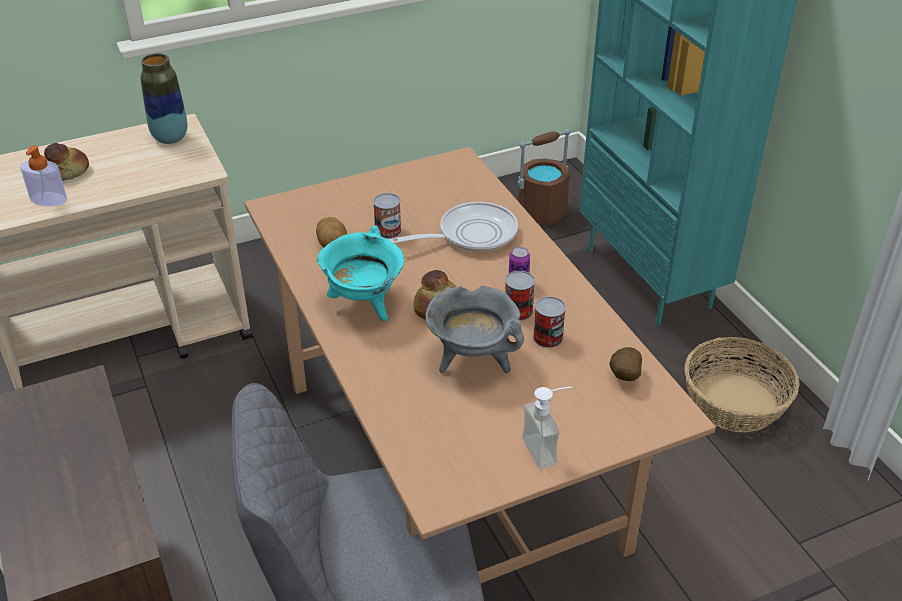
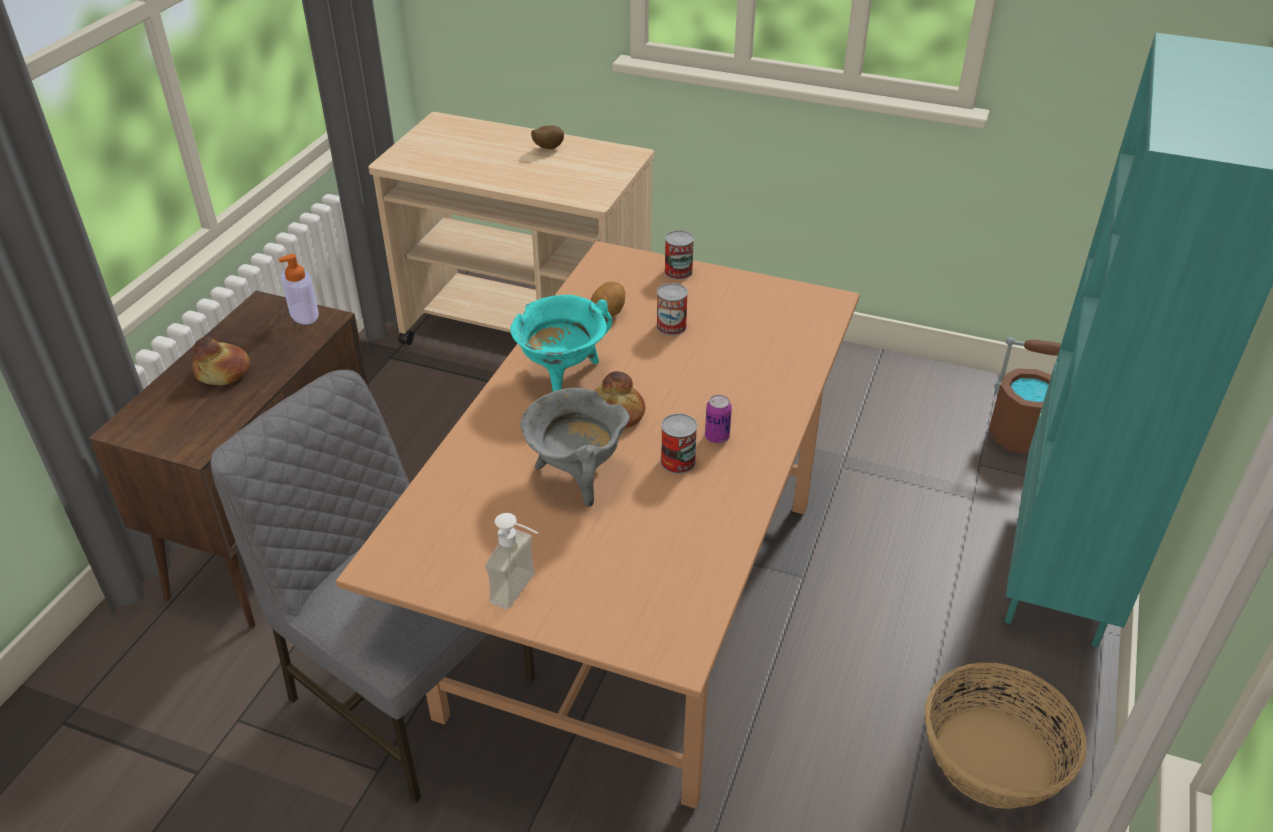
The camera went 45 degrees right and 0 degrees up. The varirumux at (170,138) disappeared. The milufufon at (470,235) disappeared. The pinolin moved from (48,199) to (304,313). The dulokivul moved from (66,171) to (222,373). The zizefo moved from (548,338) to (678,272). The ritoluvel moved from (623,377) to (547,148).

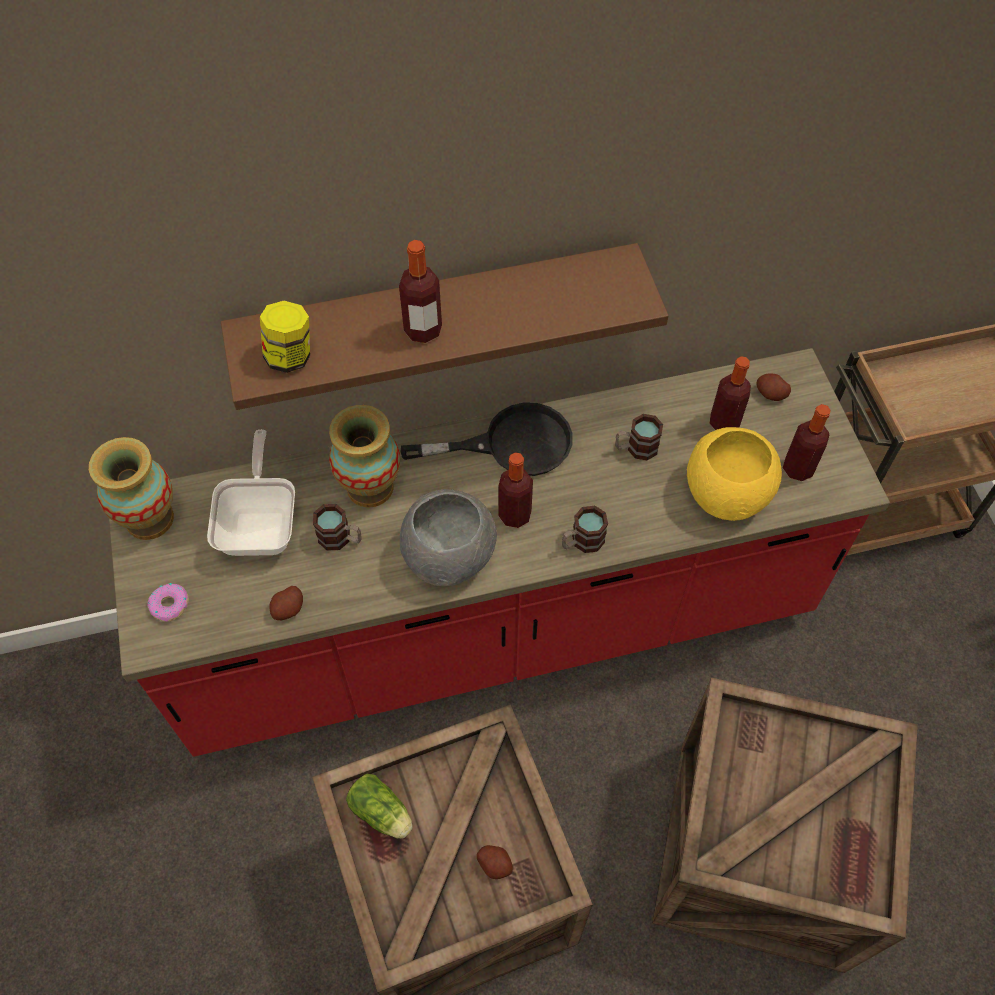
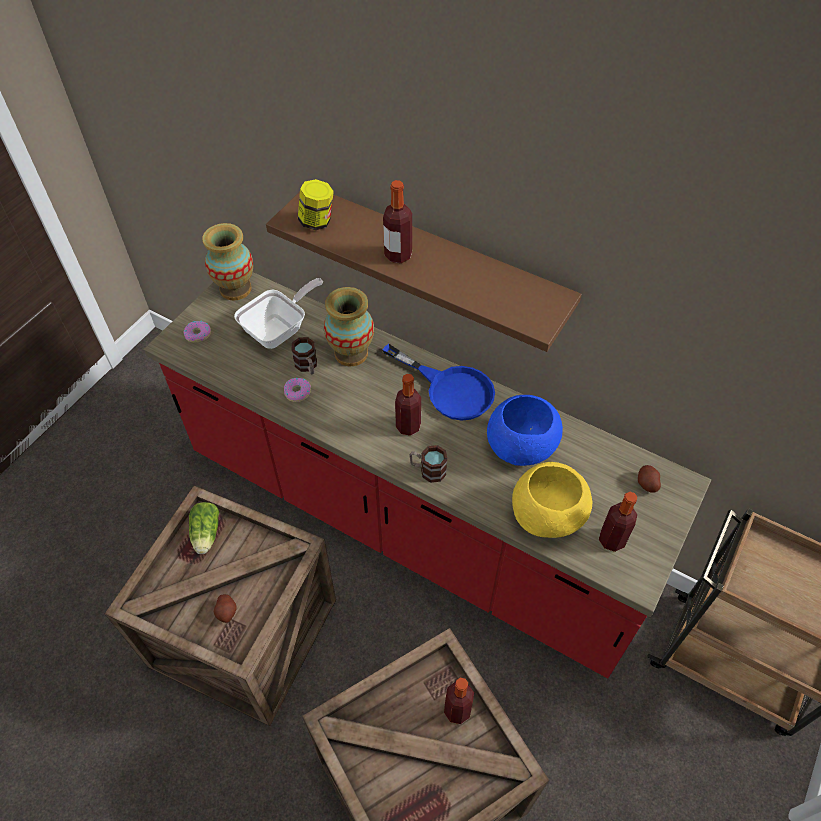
The camera went 45 degrees right and 5 degrees down. The ritoluvel at (288,609) disappeared. The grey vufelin at (450,554) disappeared. The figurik at (297,392) appeared. The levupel moved from (724,422) to (457,710). The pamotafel at (636,448) was replaced by the blue vufelin at (520,447). The black milufufon at (511,444) became the blue milufufon at (450,389).

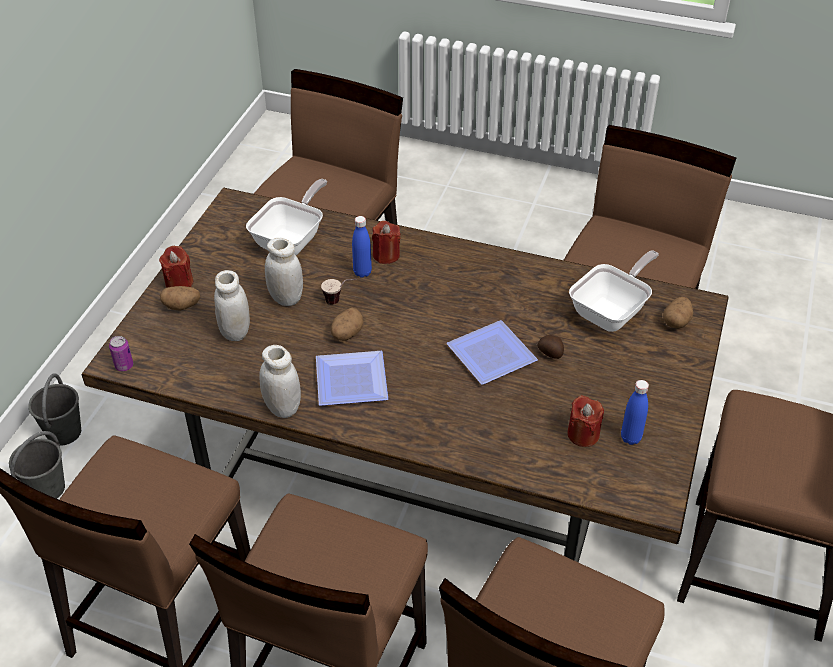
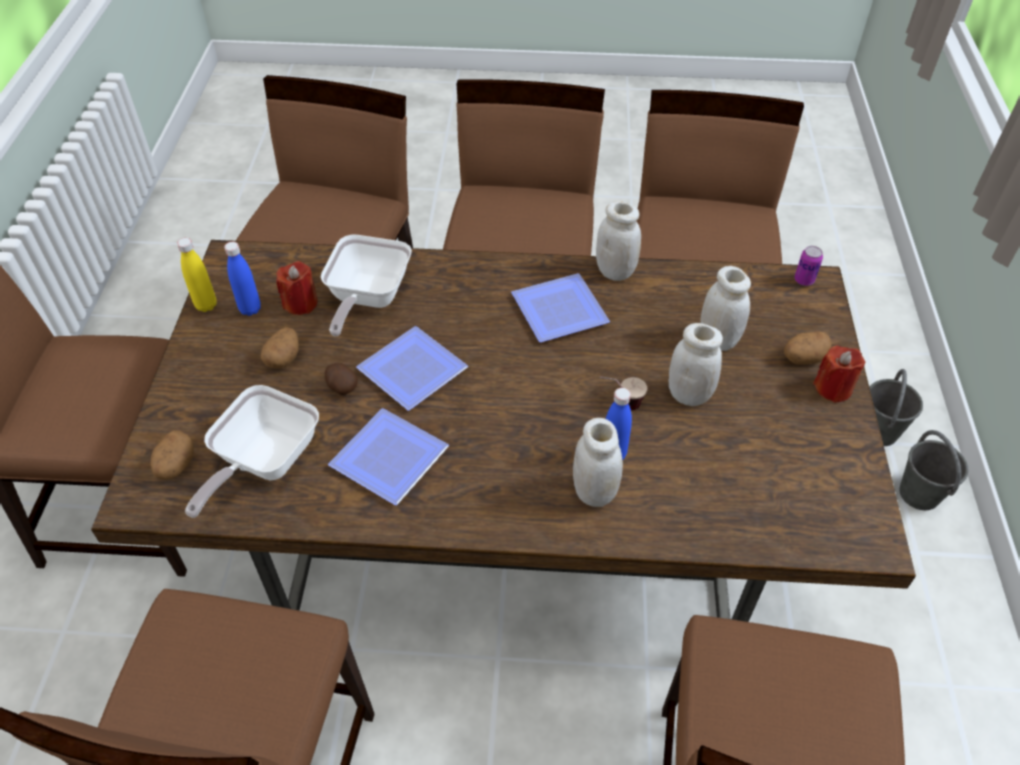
The camera went 165 degrees right and 5 degrees up. The yellow levupel at (206,305) appeared. The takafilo at (390,462) appeared. The milufufon moved from (292,240) to (367,299). The ritoluvel moved from (346,334) to (283,358). The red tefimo at (386,255) was replaced by the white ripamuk at (594,491).

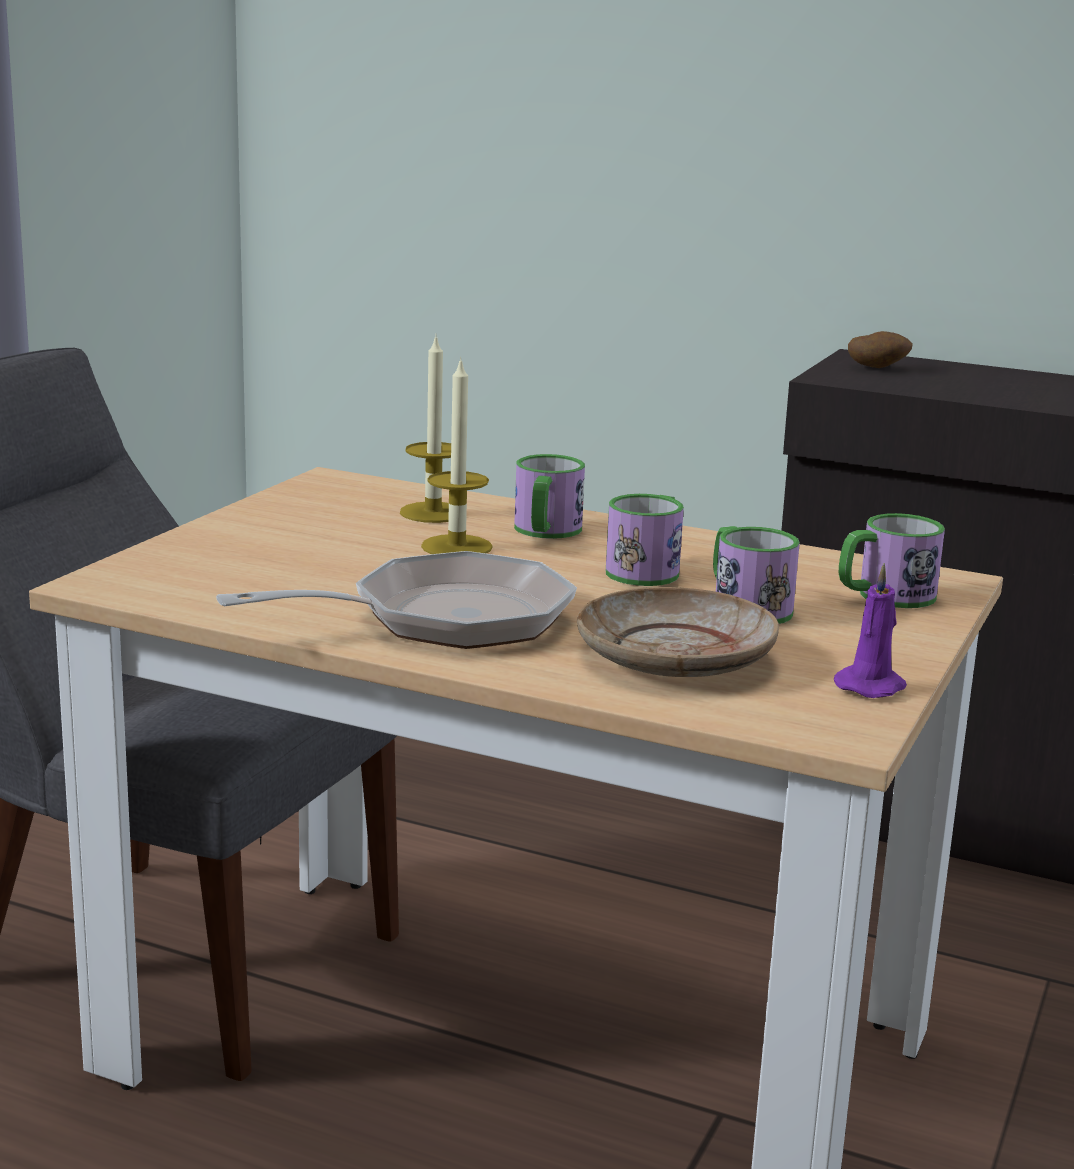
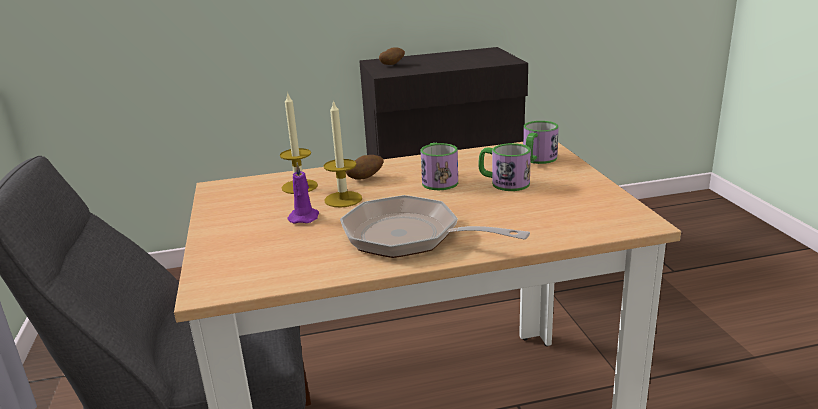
The camera went 35 degrees left and 5 degrees up. The beige takafilo at (676,657) disappeared. The purple tefimo moved from (872,686) to (304,217). The pamotafel at (545,532) was replaced by the ritoluvel at (365,178). The milufufon at (444,620) turned 90 degrees counterclockwise.

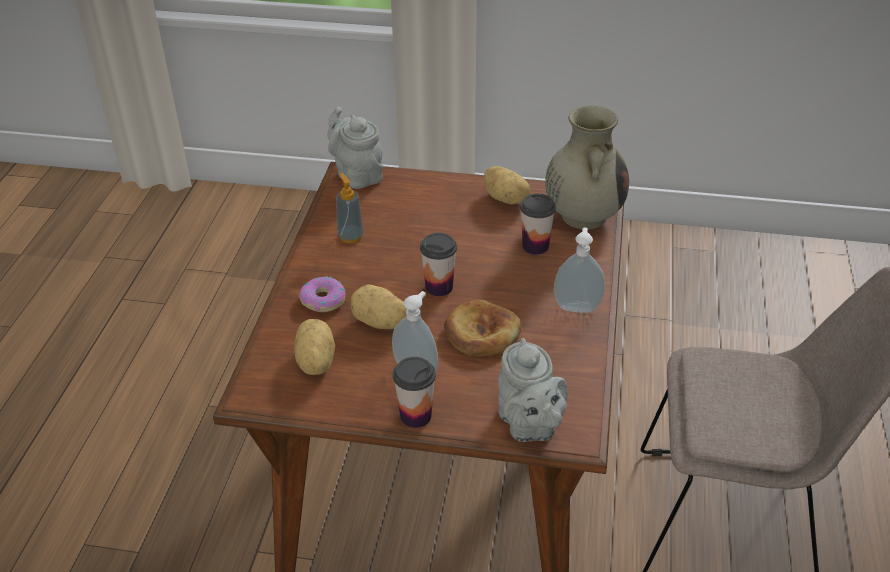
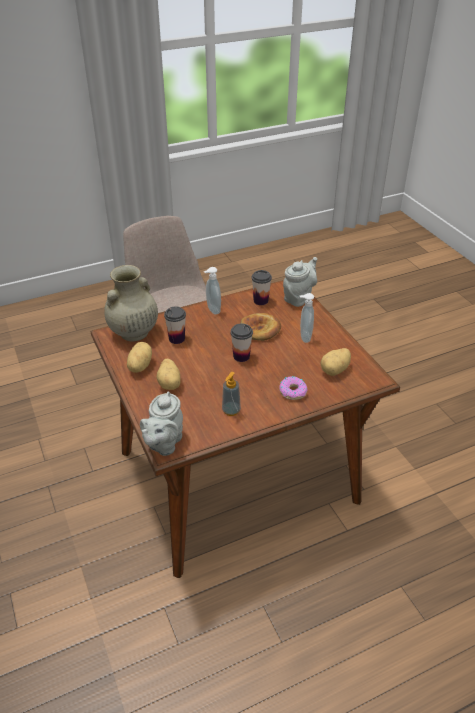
The camera went 125 degrees left and 0 degrees up. The ritoluvel moved from (380,323) to (170,383). The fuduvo moved from (415,416) to (260,301).

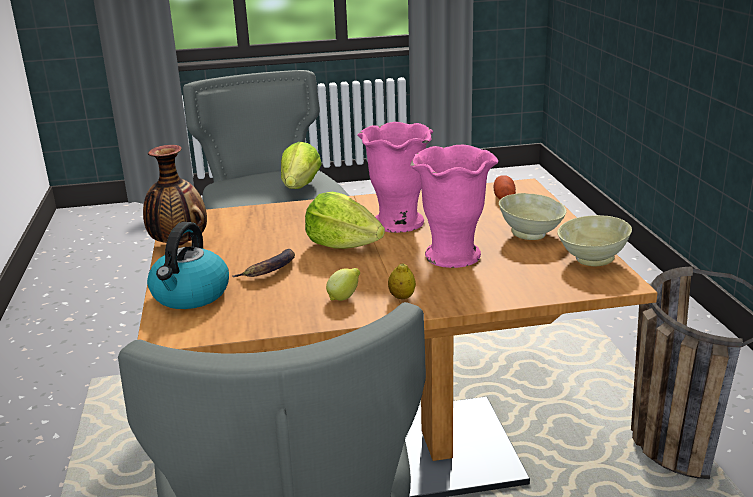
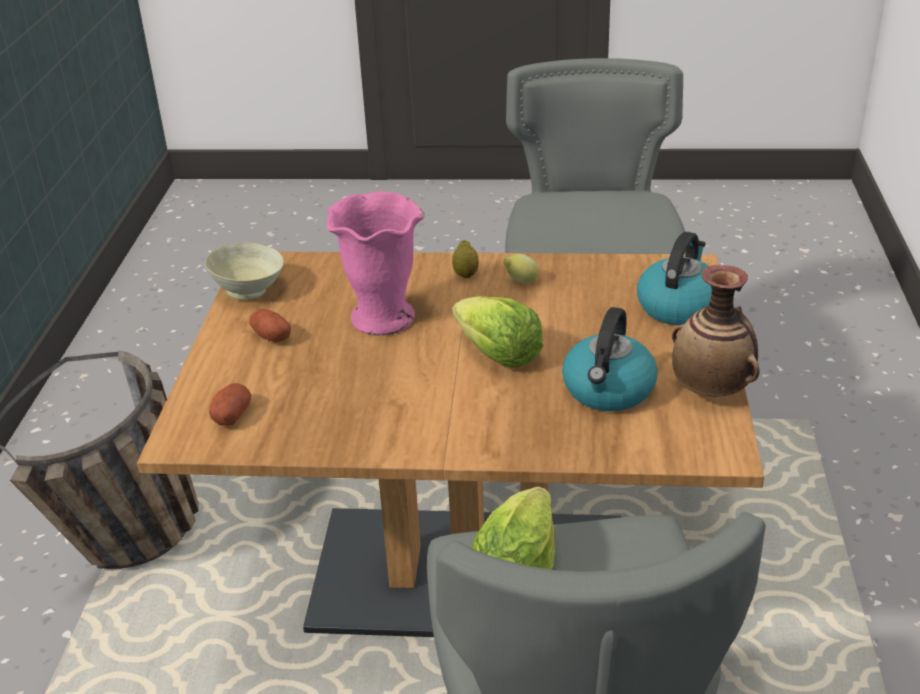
The camera went 165 degrees left and 10 degrees up. The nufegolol at (270,270) disappeared. The pink varirumux at (397,223) disappeared. The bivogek at (608,391) appeared. The beige vufelin at (531,235) was replaced by the ritoluvel at (271,336).

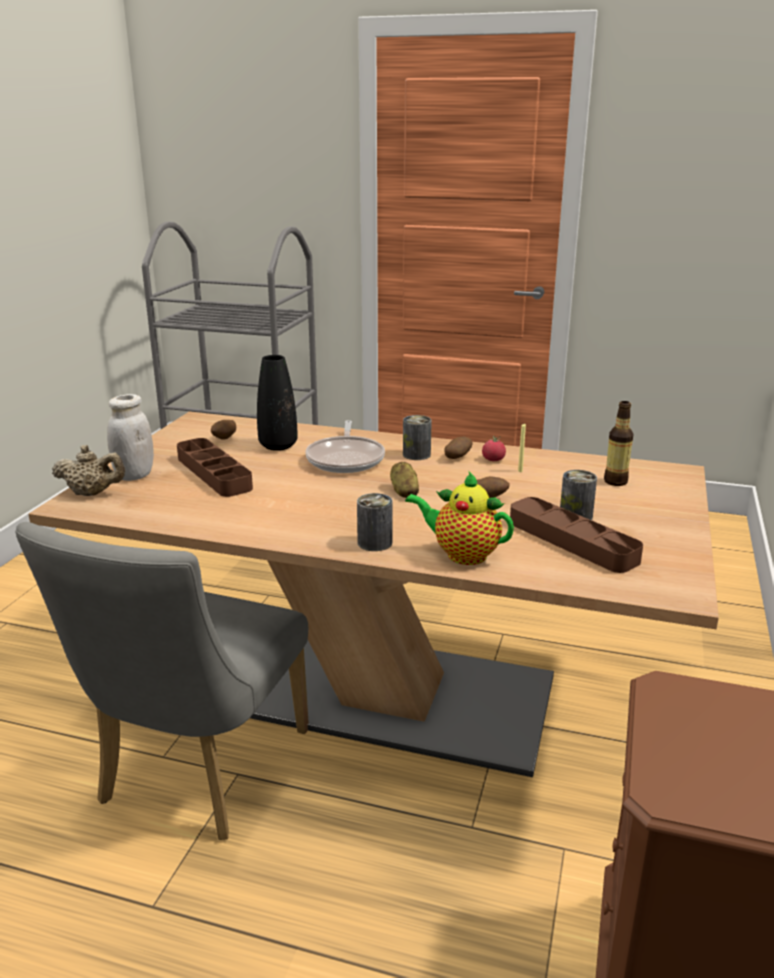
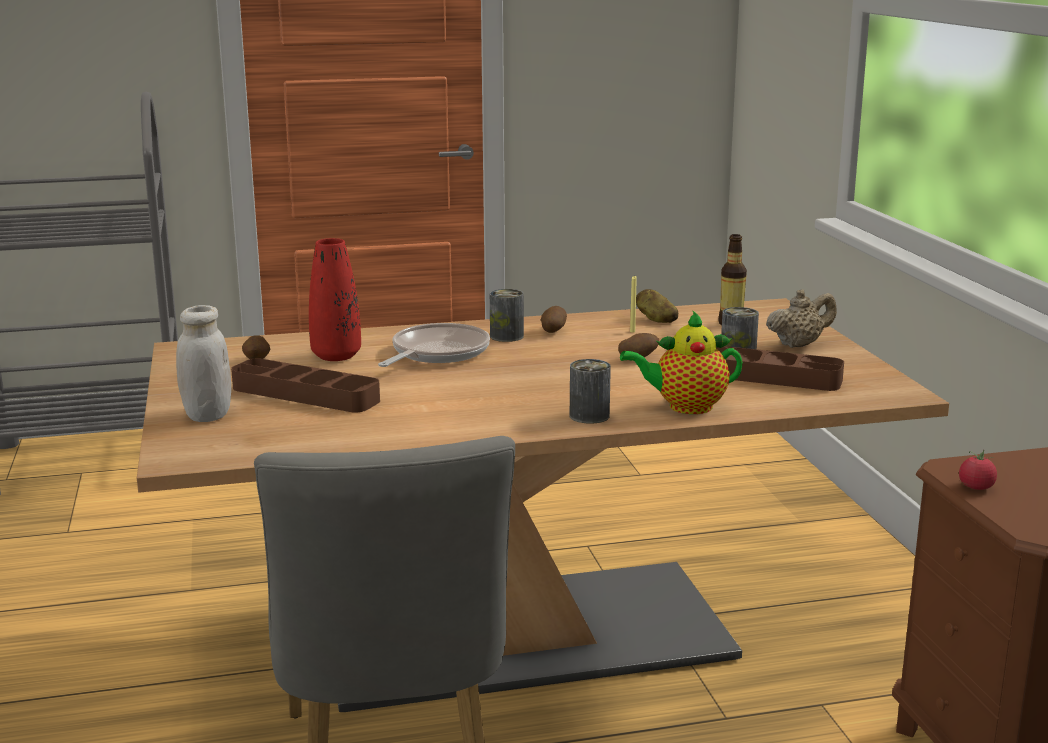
The camera went 30 degrees left and 5 degrees down. The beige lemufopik moved from (92,493) to (799,344). The ritoluvel moved from (404,492) to (655,319). The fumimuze moved from (493,460) to (976,487). The black varirumux at (278,446) became the red varirumux at (336,356). The milufufon at (346,459) turned 120 degrees counterclockwise.

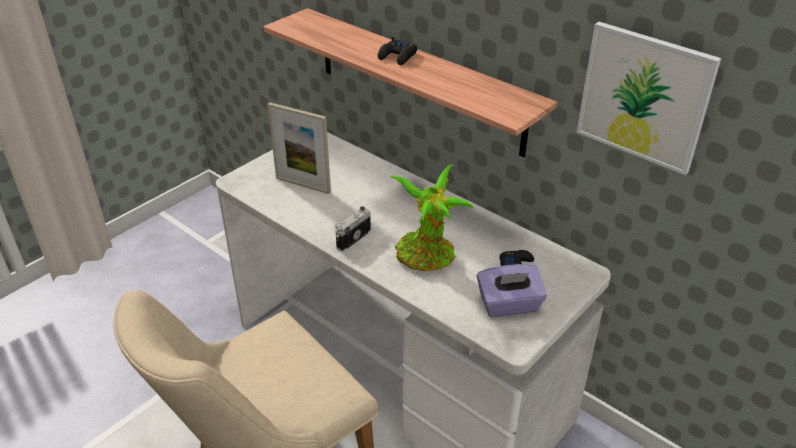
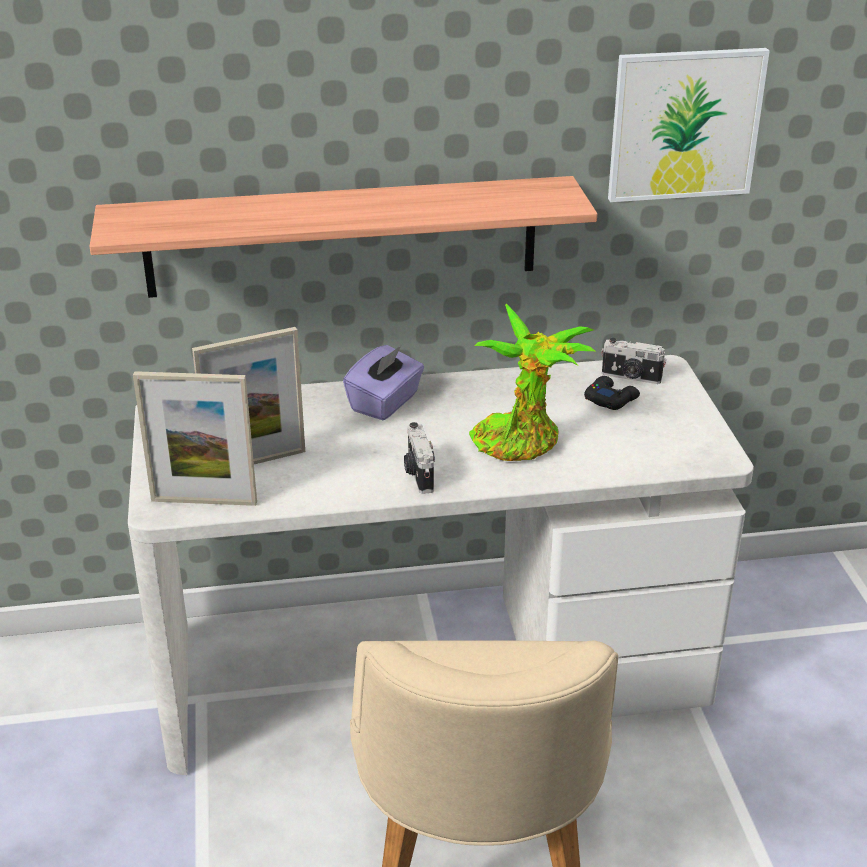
The camera went 50 degrees left and 5 degrees down. The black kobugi at (398,57) disappeared. The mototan at (204,501) appeared. The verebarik at (631,377) appeared. The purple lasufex moved from (509,305) to (385,403).

